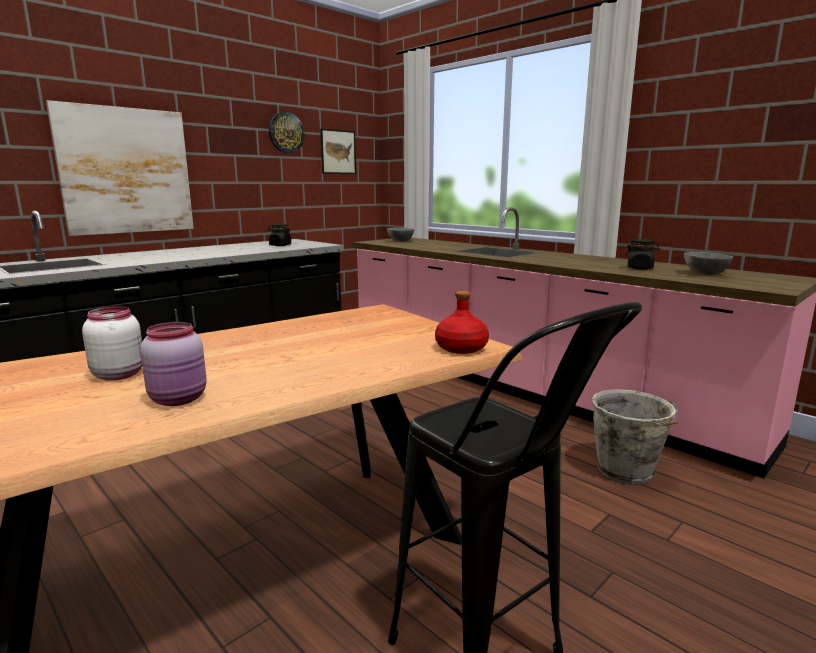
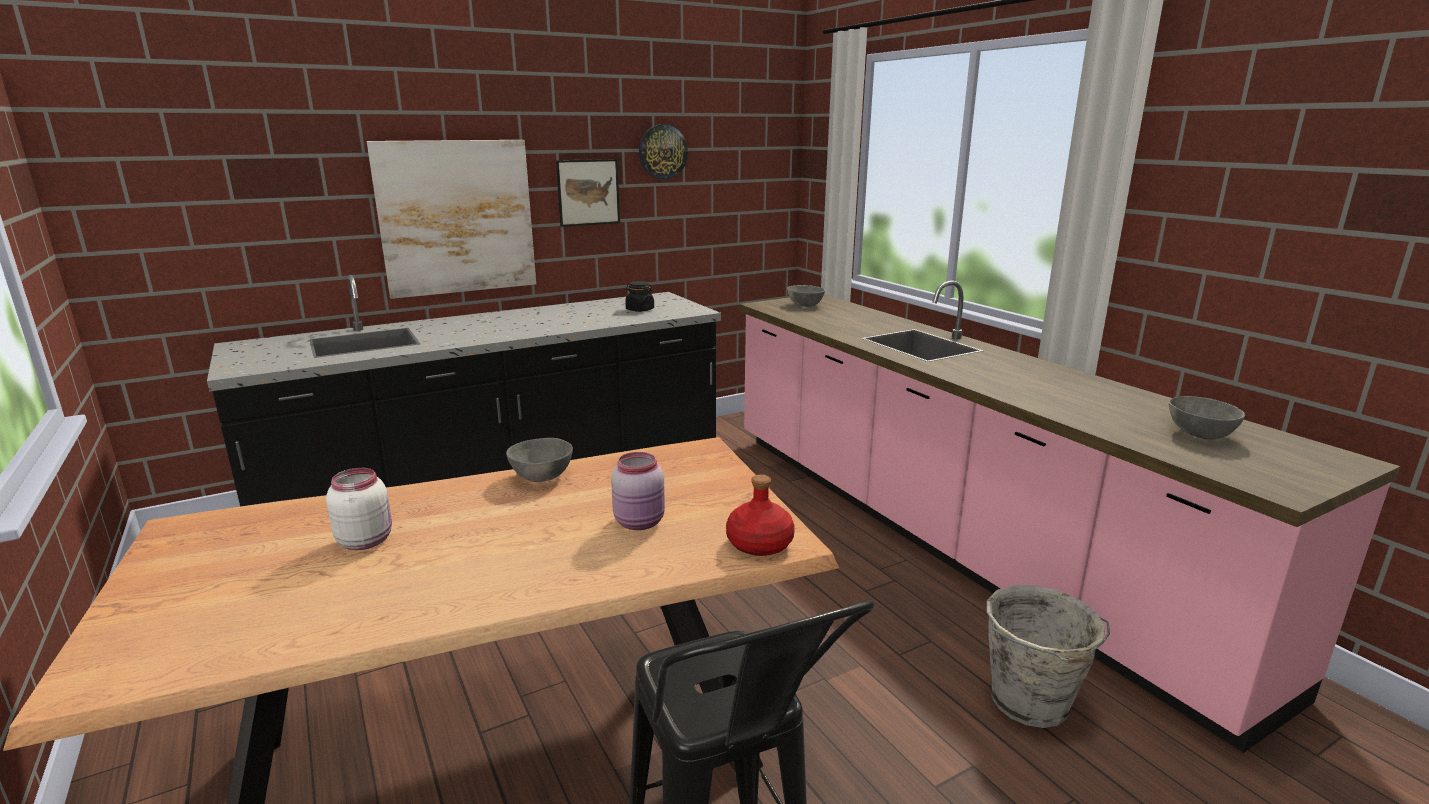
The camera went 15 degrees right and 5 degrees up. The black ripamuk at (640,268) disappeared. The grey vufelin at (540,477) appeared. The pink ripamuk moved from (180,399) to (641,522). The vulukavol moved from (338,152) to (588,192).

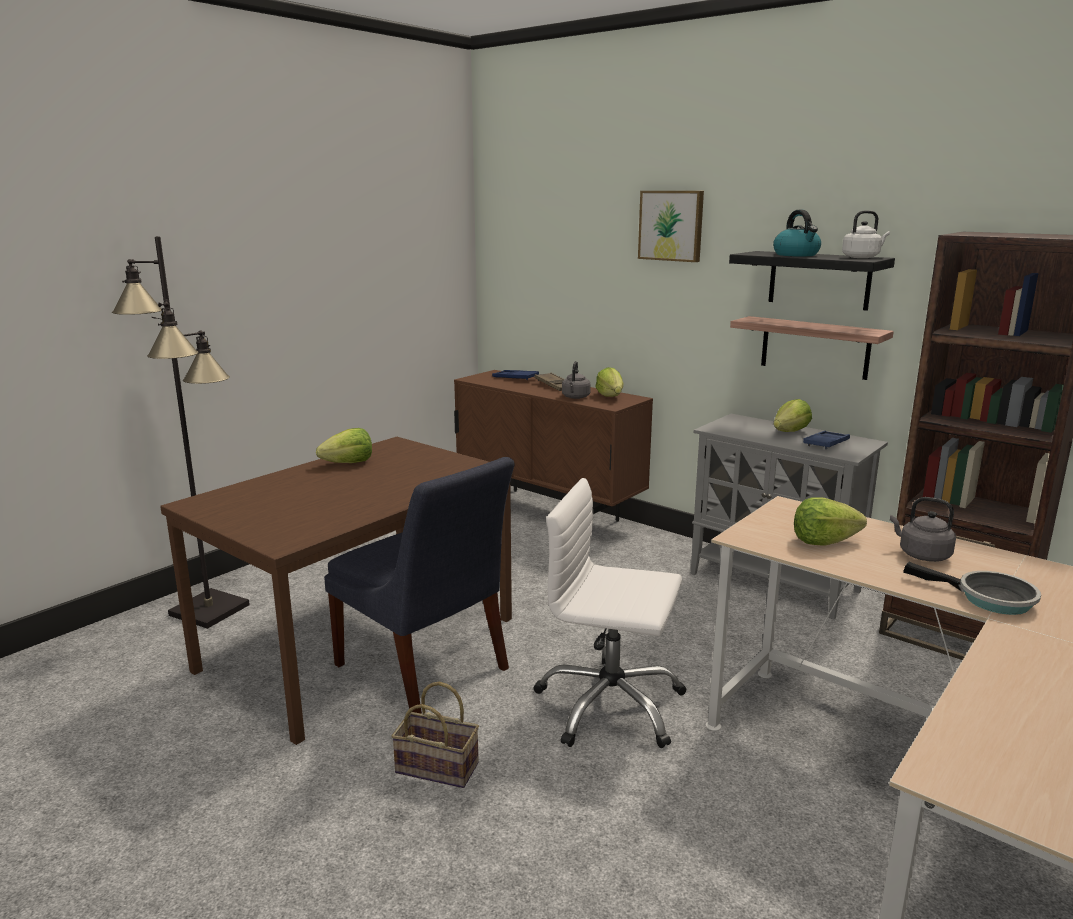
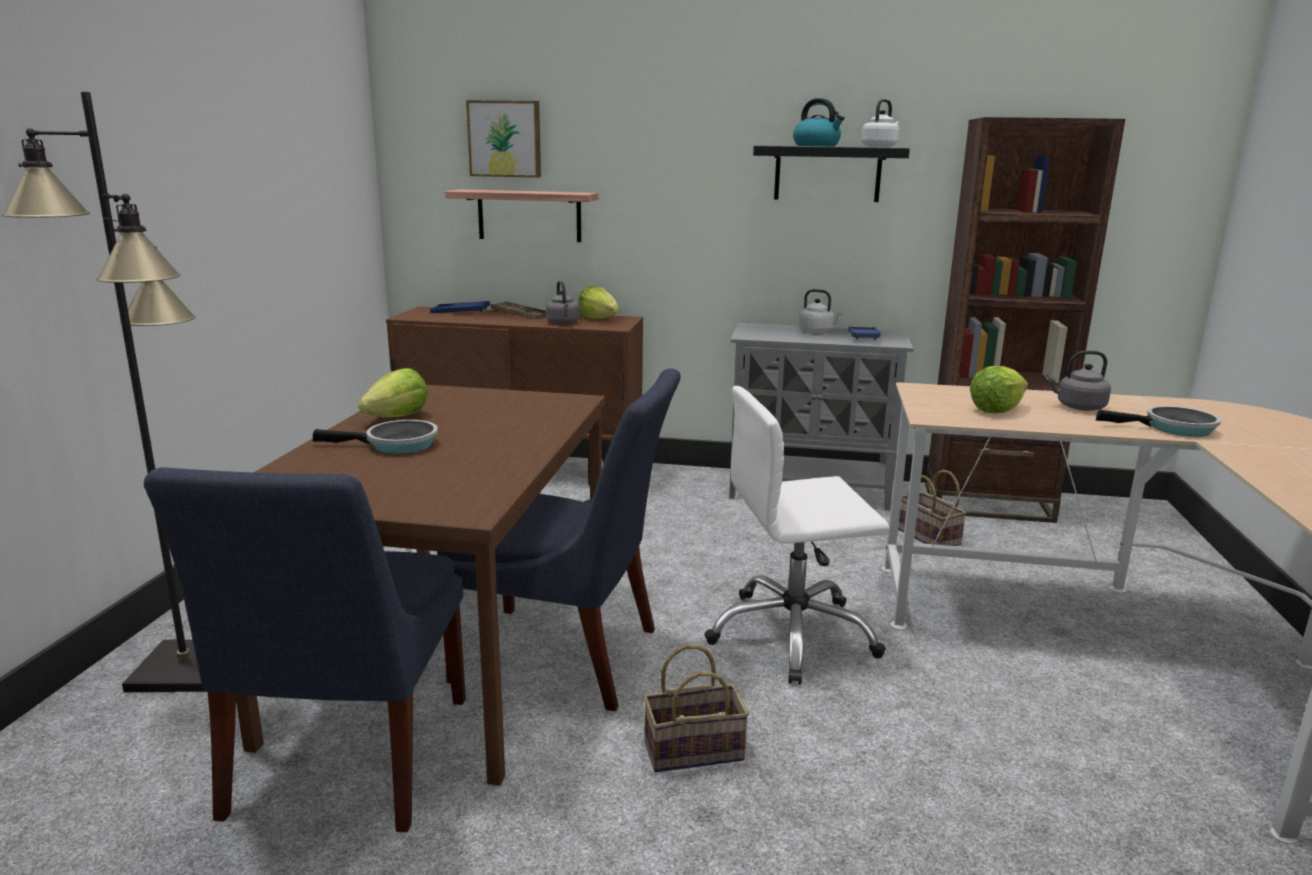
The camera went 30 degrees left and 0 degrees up. The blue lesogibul at (345,762) appeared. The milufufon at (395,445) appeared. The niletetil at (925,536) appeared. The vulukavol moved from (671,225) to (505,139). The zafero moved from (814,347) to (529,215). The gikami at (790,432) was replaced by the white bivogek at (817,331).

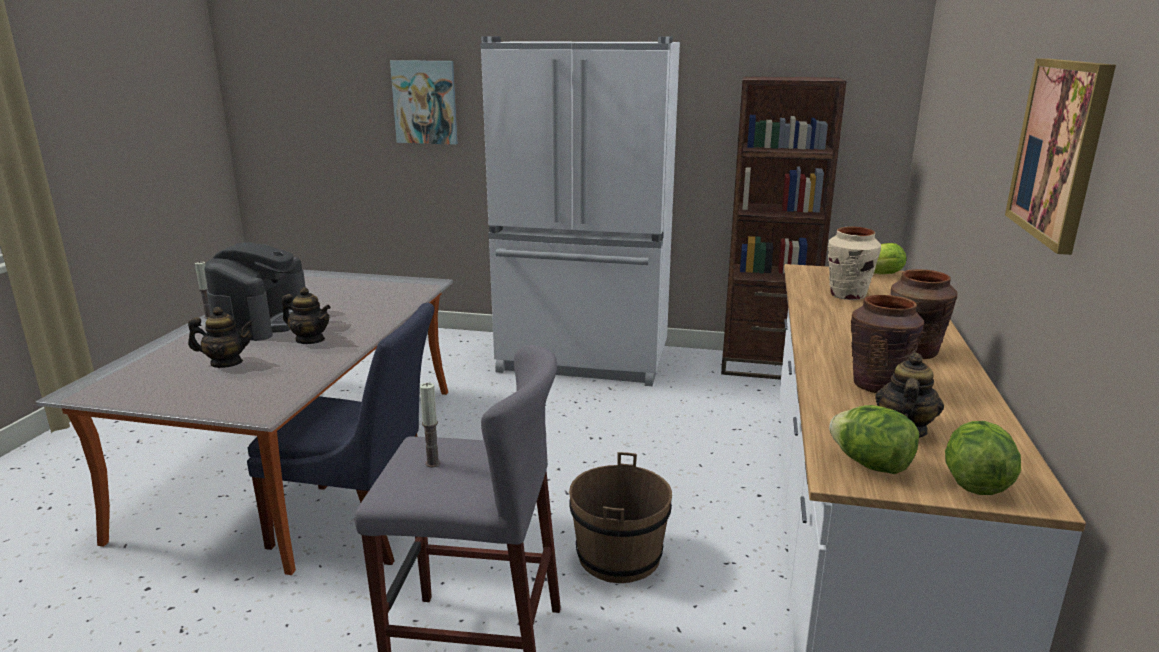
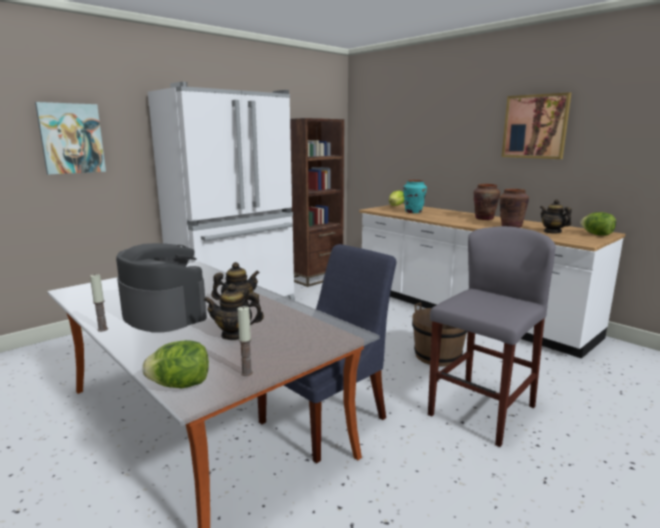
The camera went 55 degrees left and 5 degrees down. The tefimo moved from (433,463) to (246,373). The gikami moved from (871,465) to (180,385). The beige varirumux at (847,295) became the turquoise varirumux at (413,212). The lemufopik at (226,363) turned 120 degrees counterclockwise.

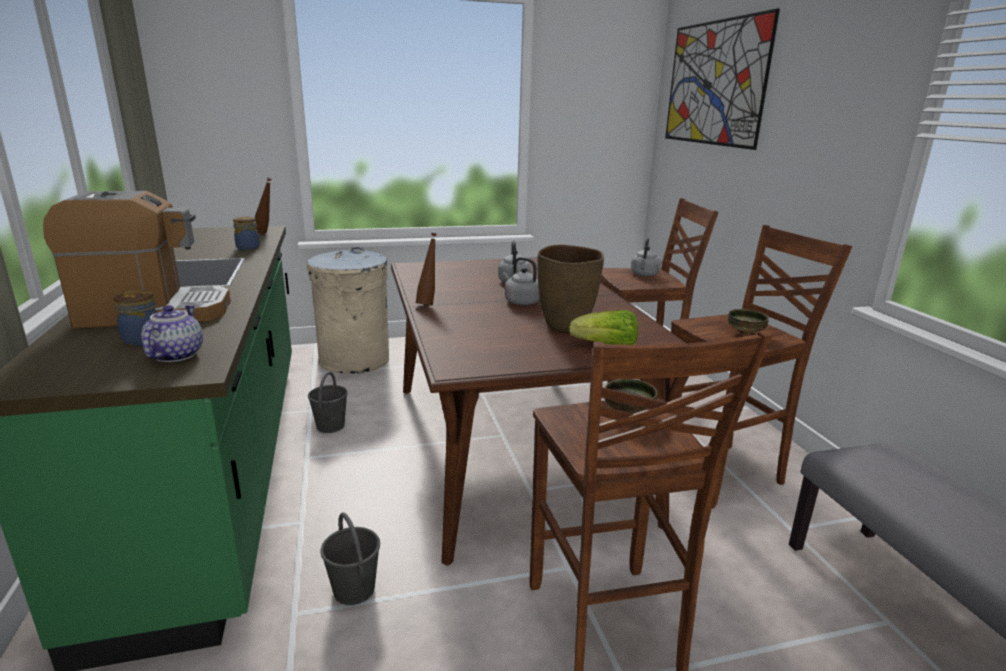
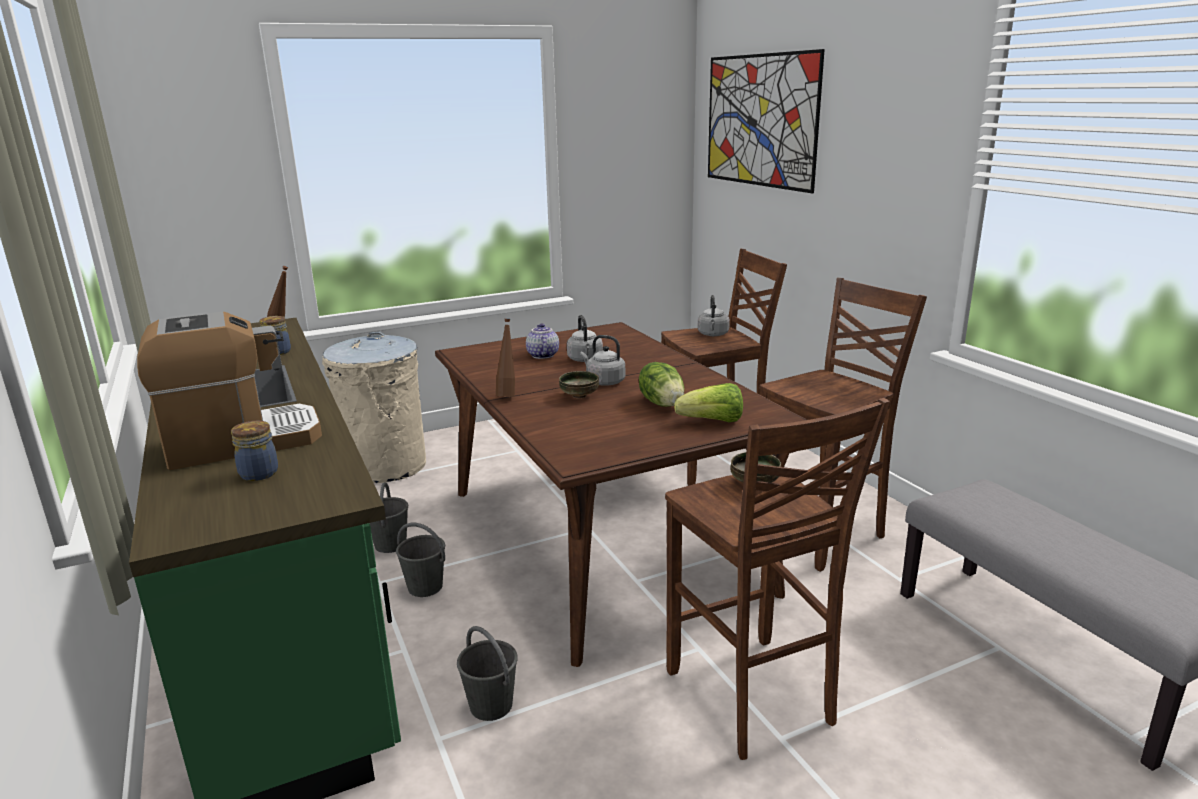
The camera went 10 degrees left and 0 degrees up. The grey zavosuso at (424,587) appeared. The lemufopik moved from (175,355) to (542,355). The vufelin moved from (746,332) to (580,396). The brown varirumux at (566,325) was replaced by the gikami at (663,403).

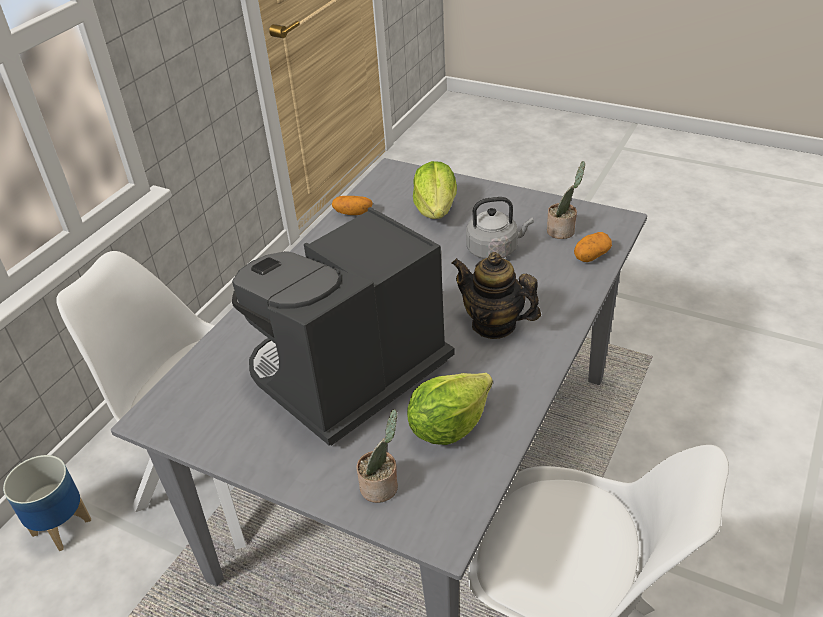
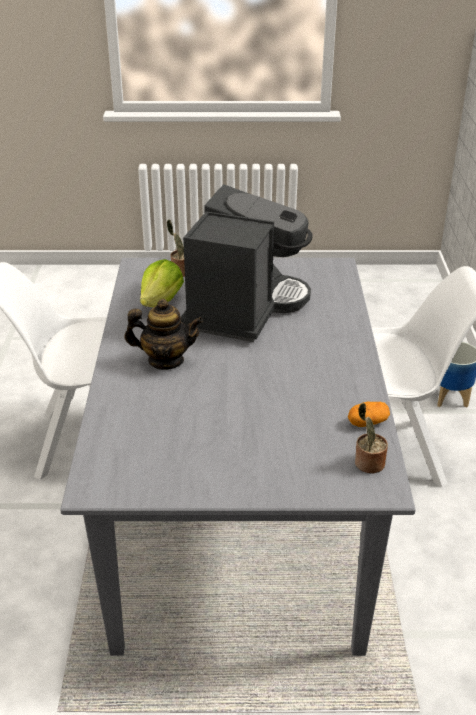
The camera went 150 degrees right and 5 degrees down. The gikami at (436,209) disappeared. The grey bivogek at (495,250) disappeared. The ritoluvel at (591,256) disappeared. The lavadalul moved from (563,231) to (367,464).

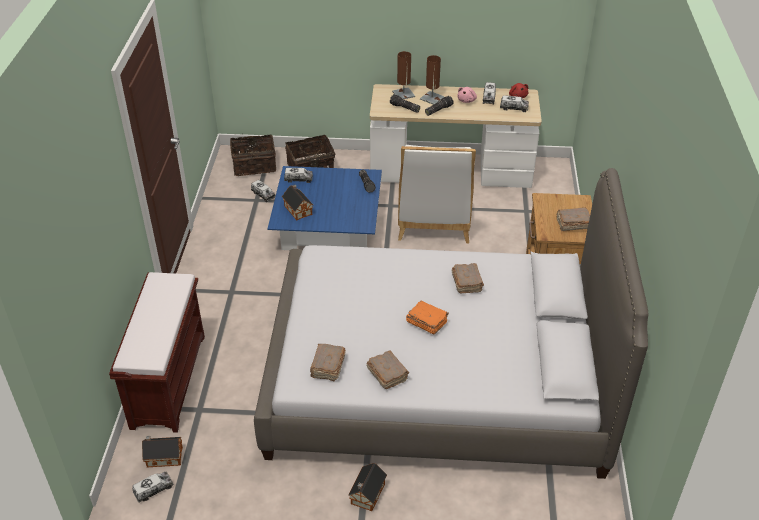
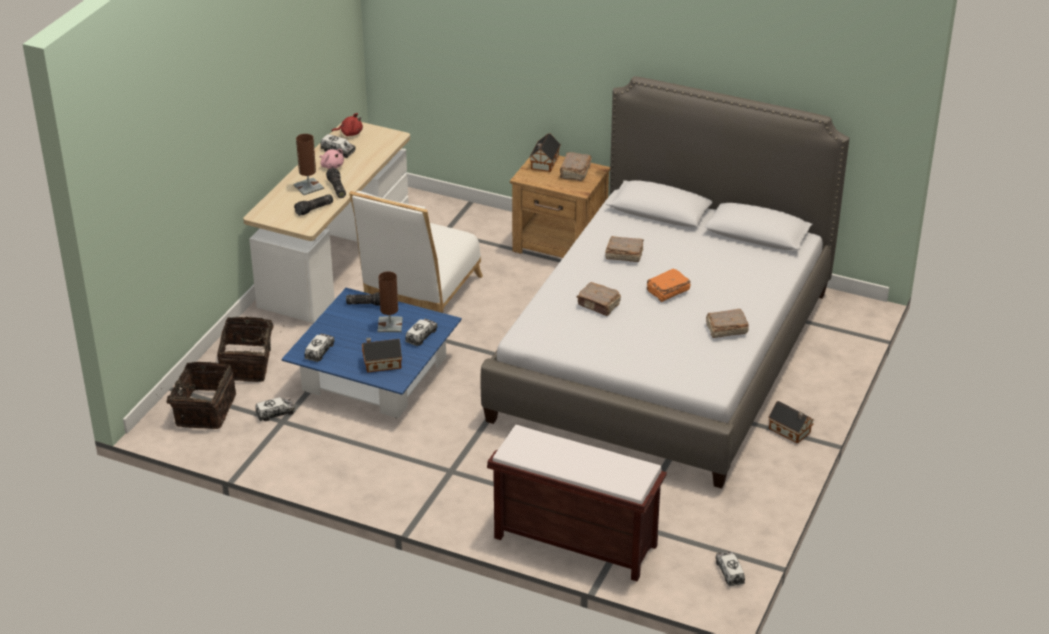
The camera went 70 degrees left and 5 degrees down. The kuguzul moved from (163,457) to (544,163). The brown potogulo moved from (327,367) to (599,305). The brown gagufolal moved from (403,94) to (390,325). The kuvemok moved from (514,108) to (421,336). The white lesogibul at (434,220) turned 90 degrees clockwise.

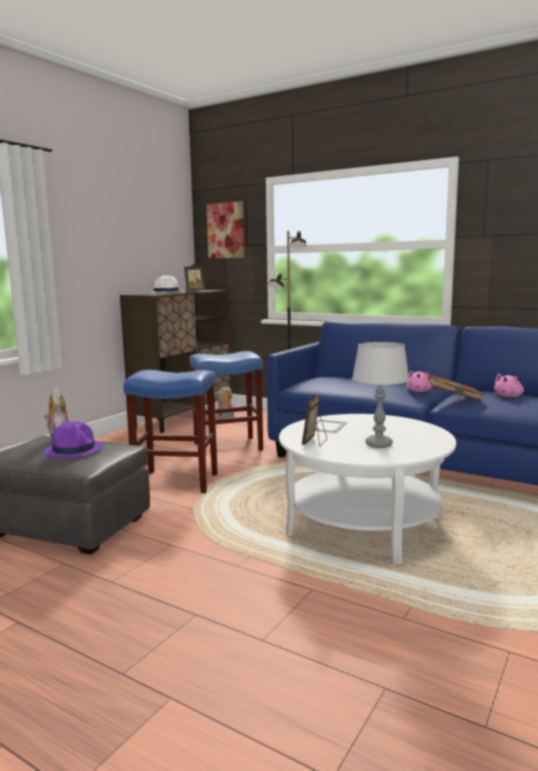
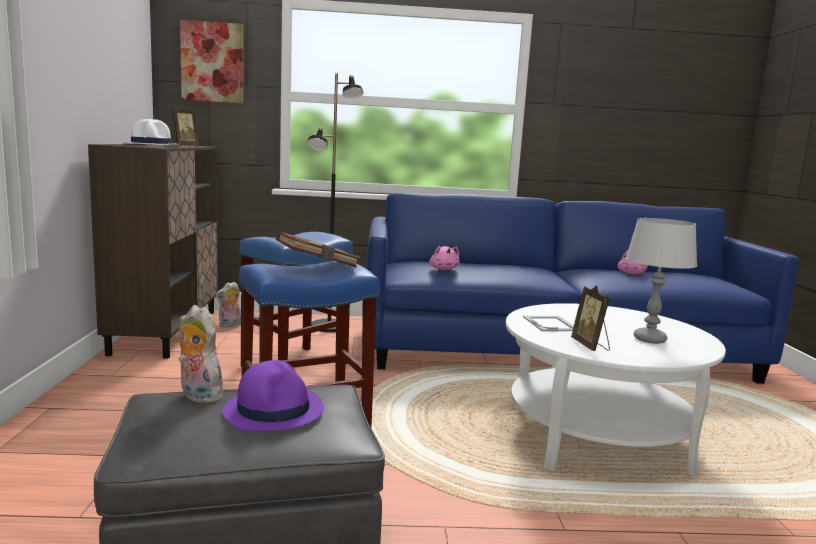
The camera went 35 degrees left and 0 degrees up. The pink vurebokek moved from (419,391) to (443,269). The brown potogulo moved from (454,398) to (317,265).

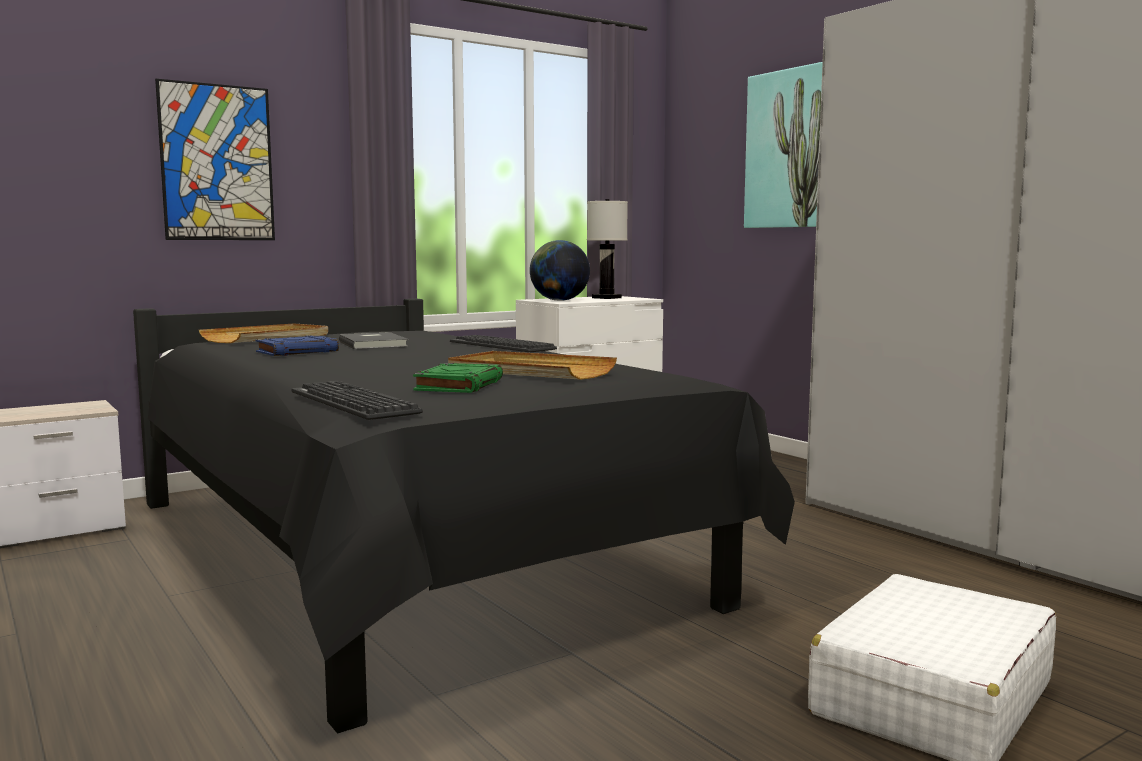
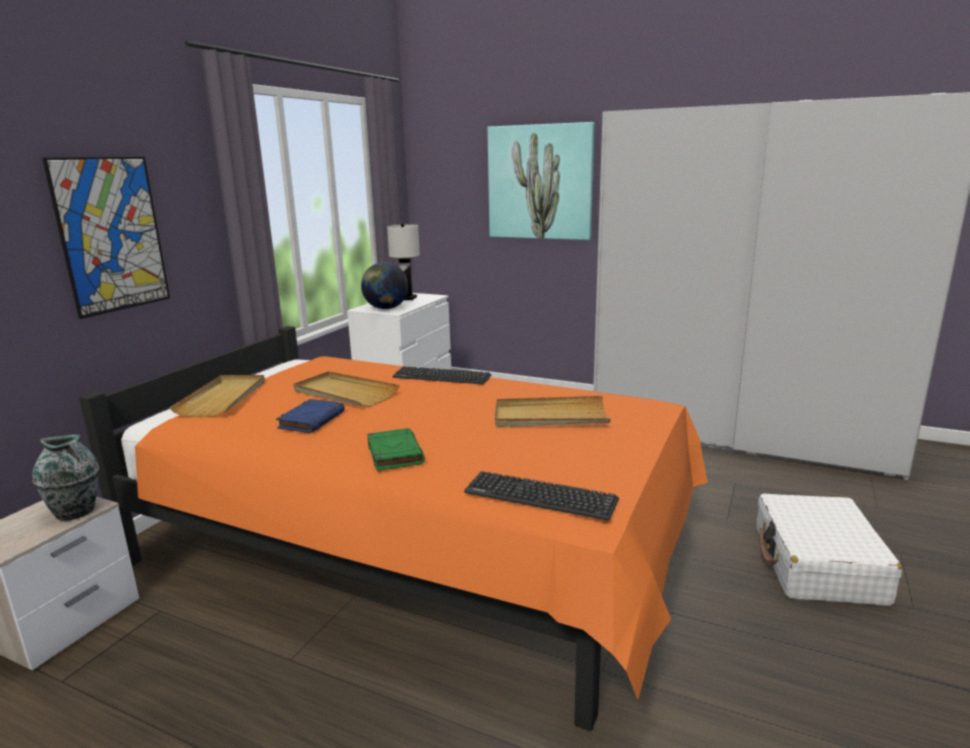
The camera went 30 degrees left and 10 degrees up. The varirumux at (76,512) appeared. The green potogulo moved from (459,385) to (394,453). The grey potogulo at (374,344) was replaced by the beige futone at (344,393). The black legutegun at (406,556) became the orange legutegun at (417,552).

